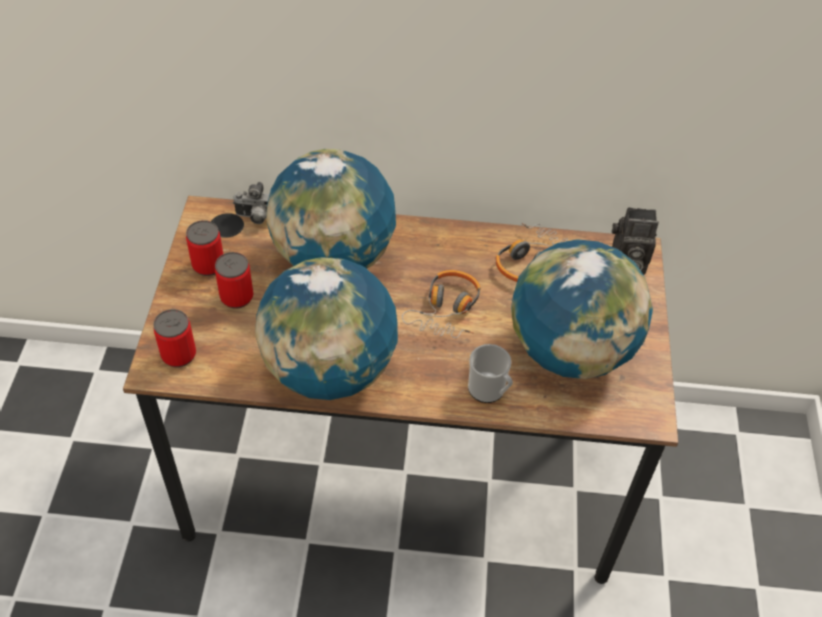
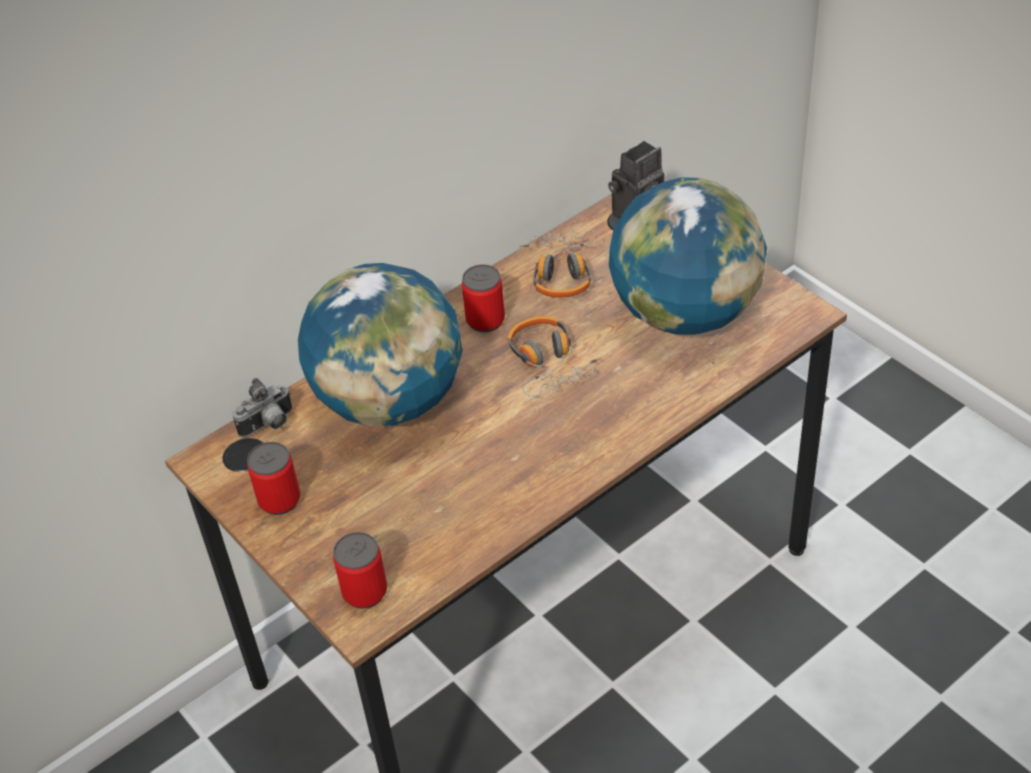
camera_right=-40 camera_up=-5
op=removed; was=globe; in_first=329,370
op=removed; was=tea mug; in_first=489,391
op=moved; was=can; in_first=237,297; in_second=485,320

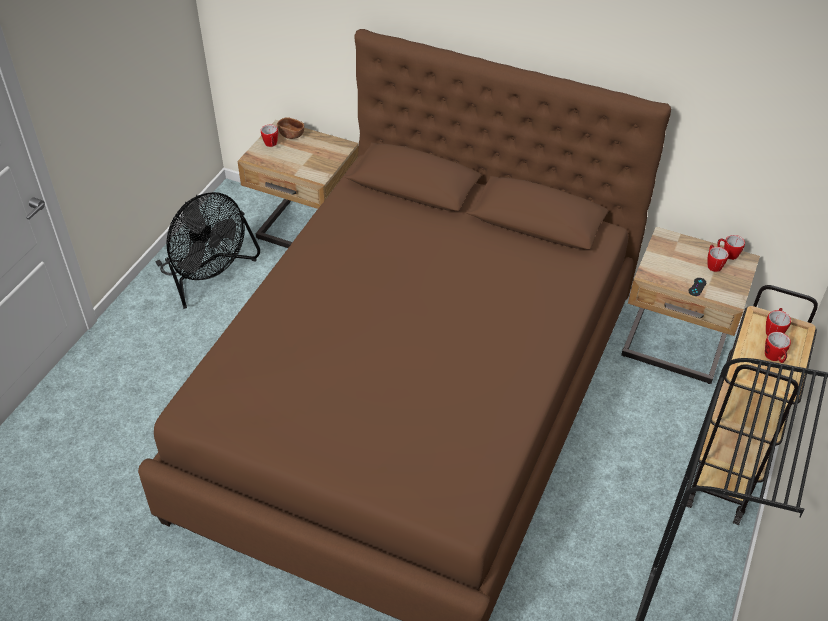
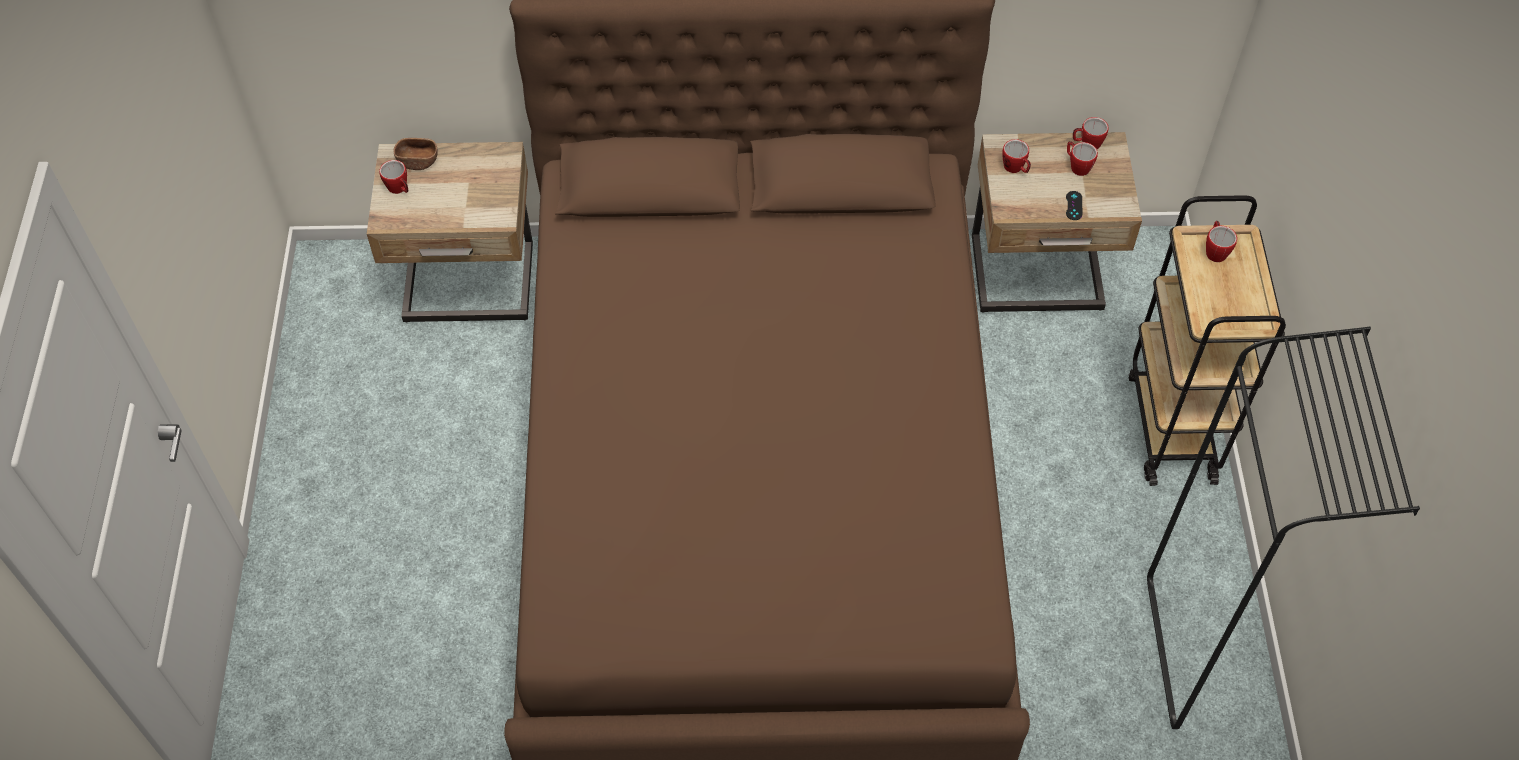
camera_right=-25 camera_up=10
op=removed; was=cooling fan (blackish); in_first=205,276
op=moved; was=tea mug; in_first=774,358; in_second=1016,168

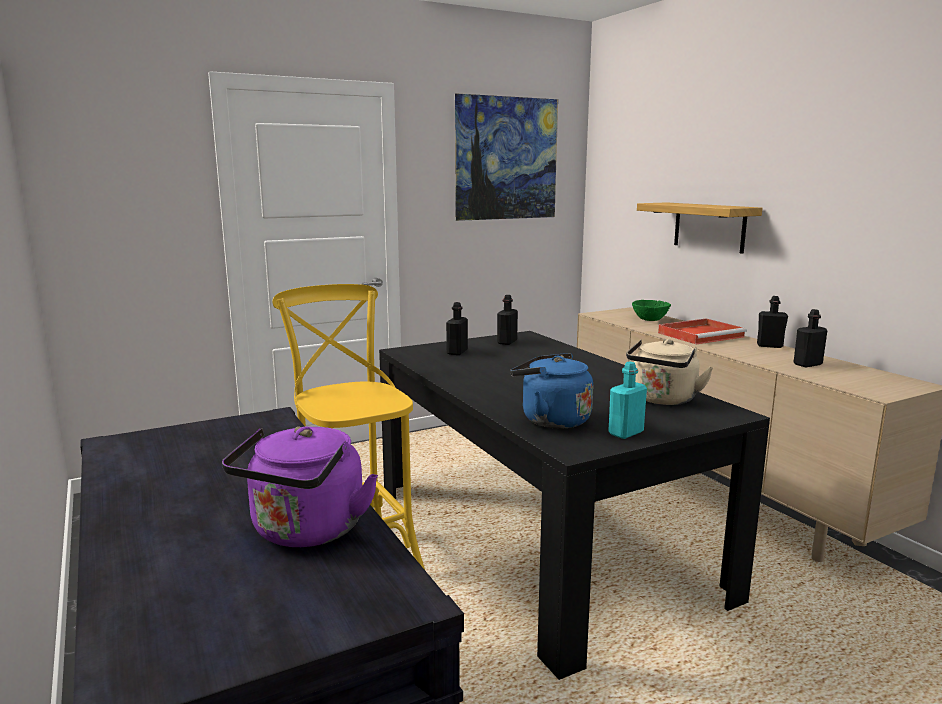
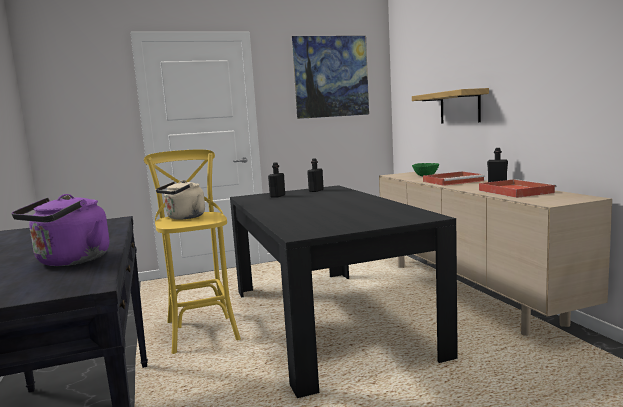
camera_right=10 camera_up=-5
op=removed; was=water kettle (blue); in_first=551,420
op=removed; was=drink bottle (blue-green); in_first=626,433
op=moved; was=water kettle (beige-coloured); in_first=663,400; in_second=184,217
op=replaced; was=drink bottle (blackish); now=carrying tray (red); in_first=807,364; in_second=514,191

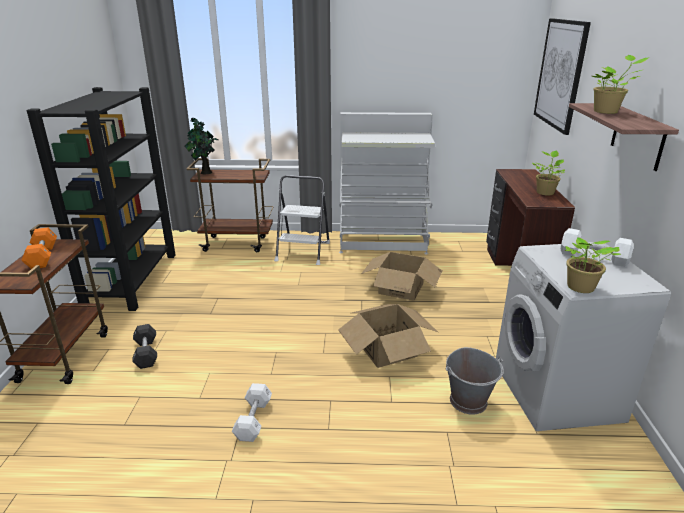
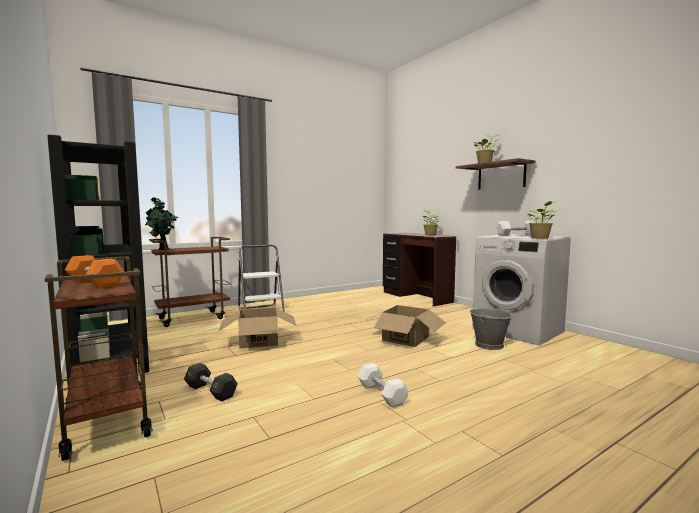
camera_right=-35 camera_up=-20
op=removed; was=shoe shelf (white-coloured); in_first=382,244
op=removed; was=picture; in_first=560,74
op=moved; was=carton; in_first=401,288; in_second=259,341

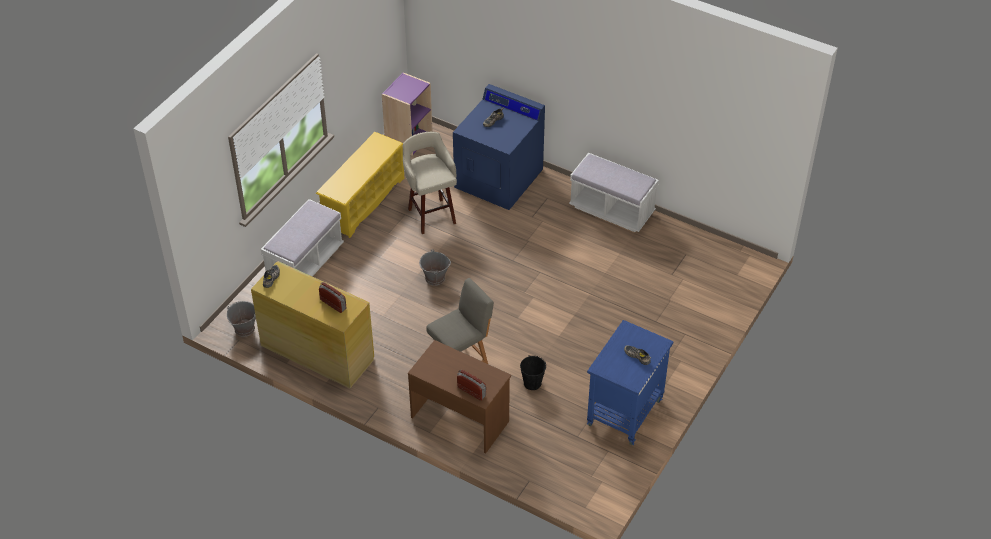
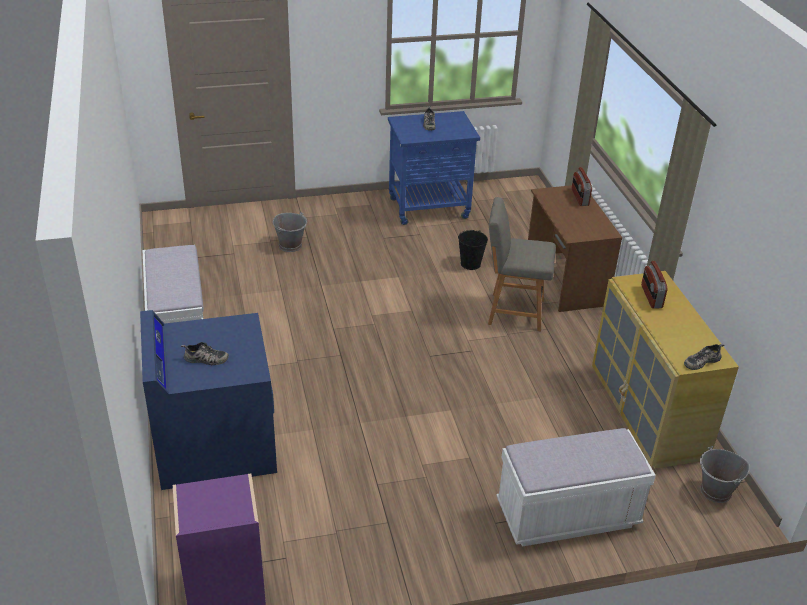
camera_right=-135 camera_up=-10
op=removed; was=shoe shelf (yellowish); in_first=363,201
op=removed; was=stool (beige-coloured); in_first=431,215
op=moved; was=pail (gray); in_first=435,278; in_second=290,245

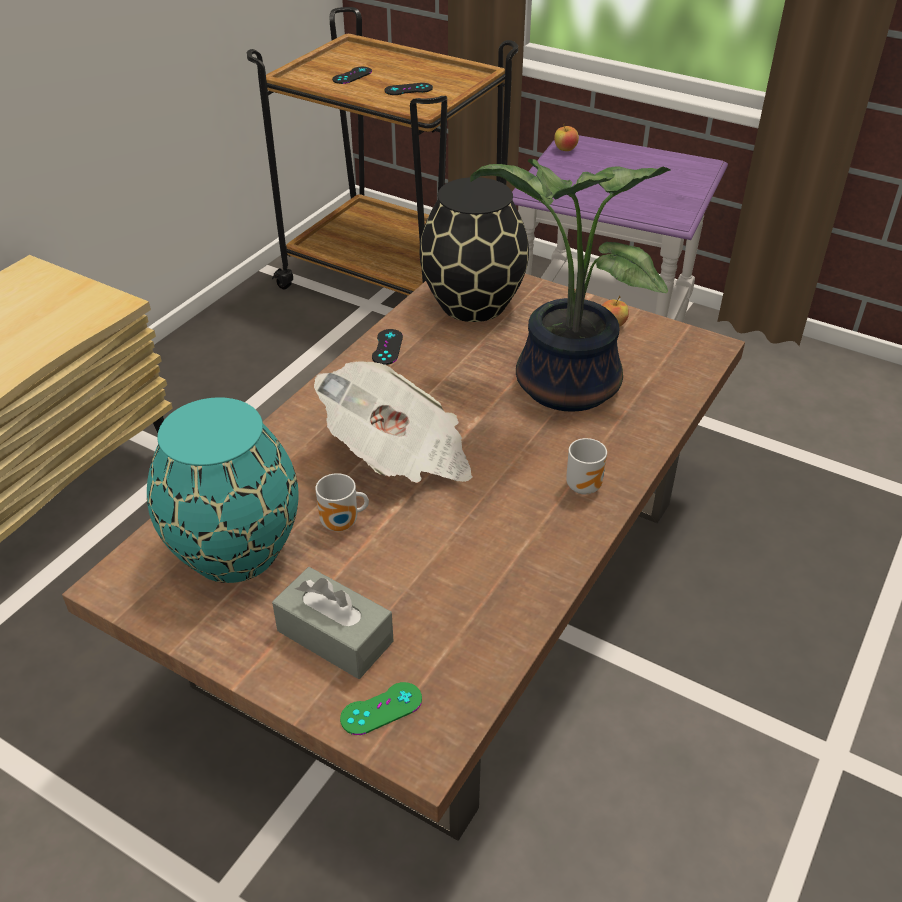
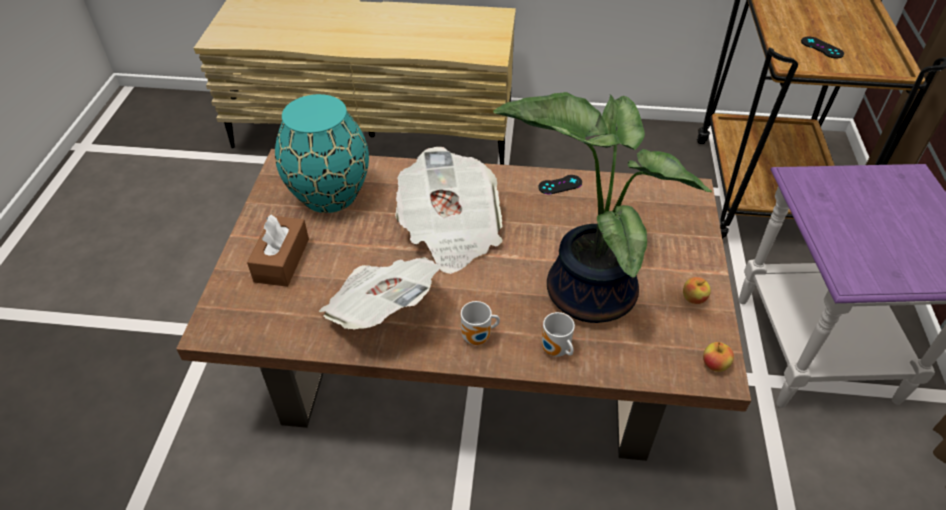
camera_right=65 camera_up=5
op=removed; was=joypad (blackish); in_first=352,76
op=removed; was=joypad (green); in_first=381,709
op=removed; was=vase (blackish); in_first=471,304
op=added; now=newspaper; in_second=381,309
op=moved; was=tea mug; in_first=342,525; in_second=555,351
op=moved; was=apple fruit; in_first=565,149; in_second=714,365
op=recoloured; was=tissue holder (gray); now=tissue holder (brownish); in_first=335,636; in_second=282,260

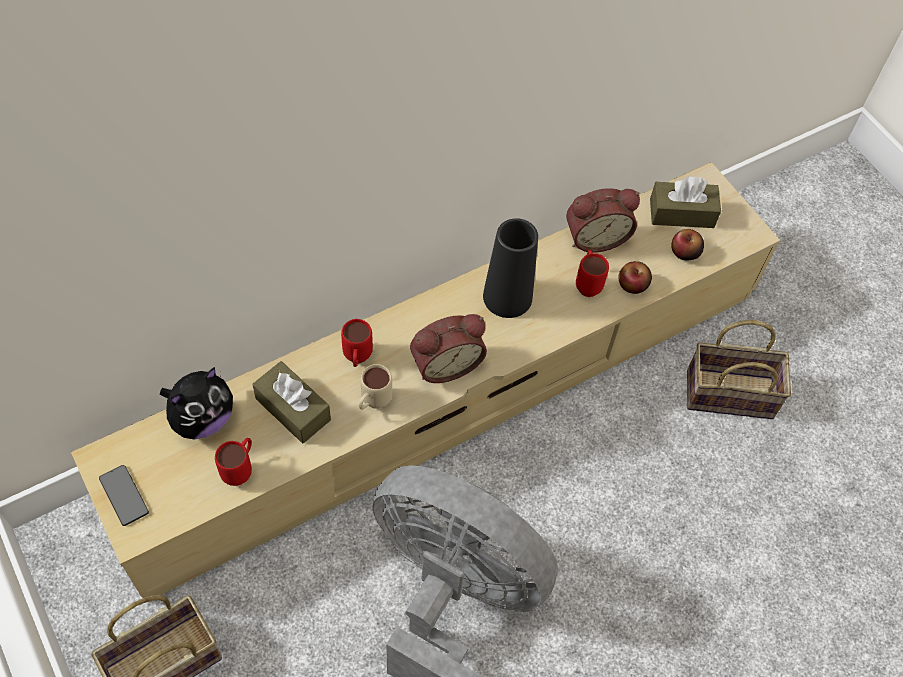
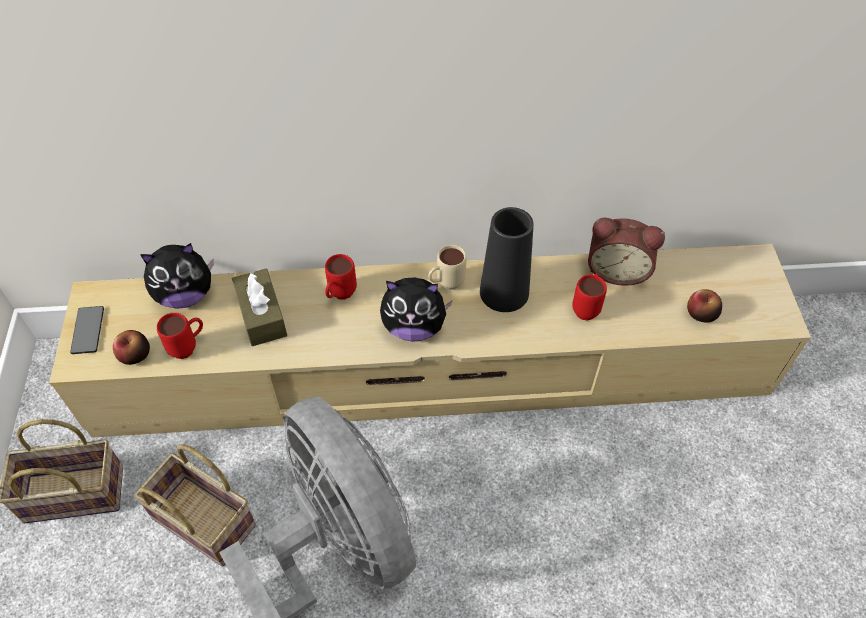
camera_right=30 camera_up=-5
op=removed; was=tissue holder (brownish); in_first=681,213
op=moved; was=tea mug (beige-coloured); in_first=373,404; in_second=445,284
op=moved; was=apple fruit; in_first=632,285; in_second=135,355
op=moved; was=household basket; in_first=732,393; in_second=207,521
op=replaced; was=bedside clock; now=plush toy; in_first=445,363; in_second=414,327

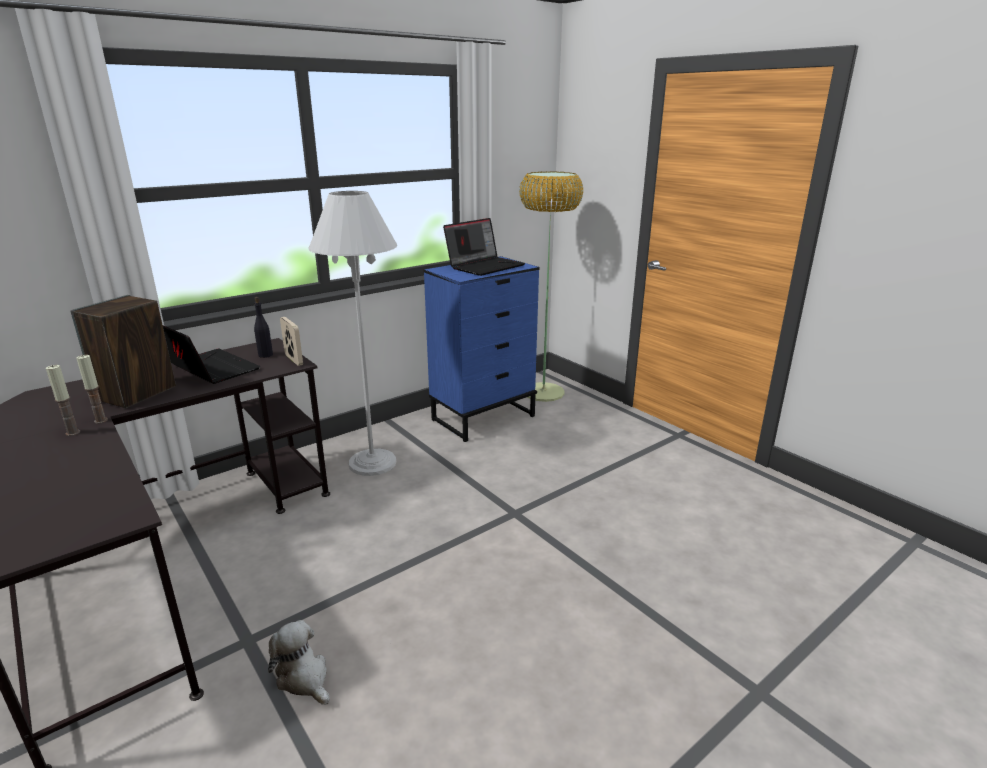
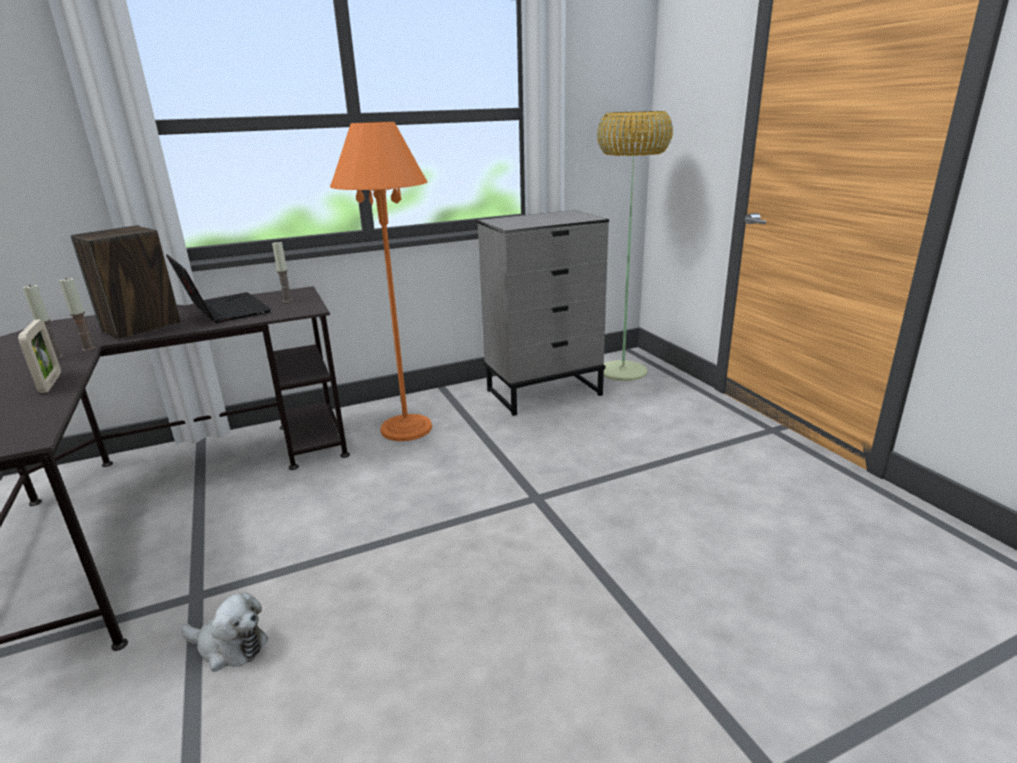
camera_right=15 camera_up=0
op=removed; was=portable computer; in_first=485,266
op=moved; was=standing frame; in_first=294,360; in_second=50,383
op=replaced; was=drink bottle (blackish); now=wax light; in_first=265,355; in_second=287,300
op=recoloured; was=floor lamp (white-coloured); now=floor lamp (orange-coloured); in_first=372,463; in_second=406,428
op=recoloured; was=drawer chest (blue); now=drawer chest (gray); in_first=484,417; in_second=545,392
op=turned; was=plush toy; in_first=303,677; in_second=229,646; clockwise=135

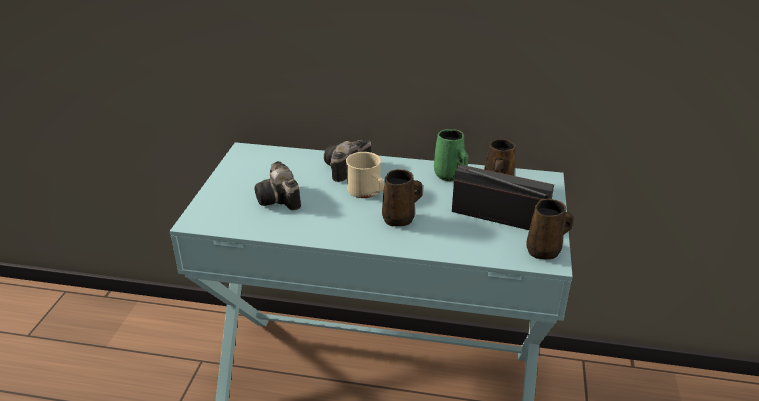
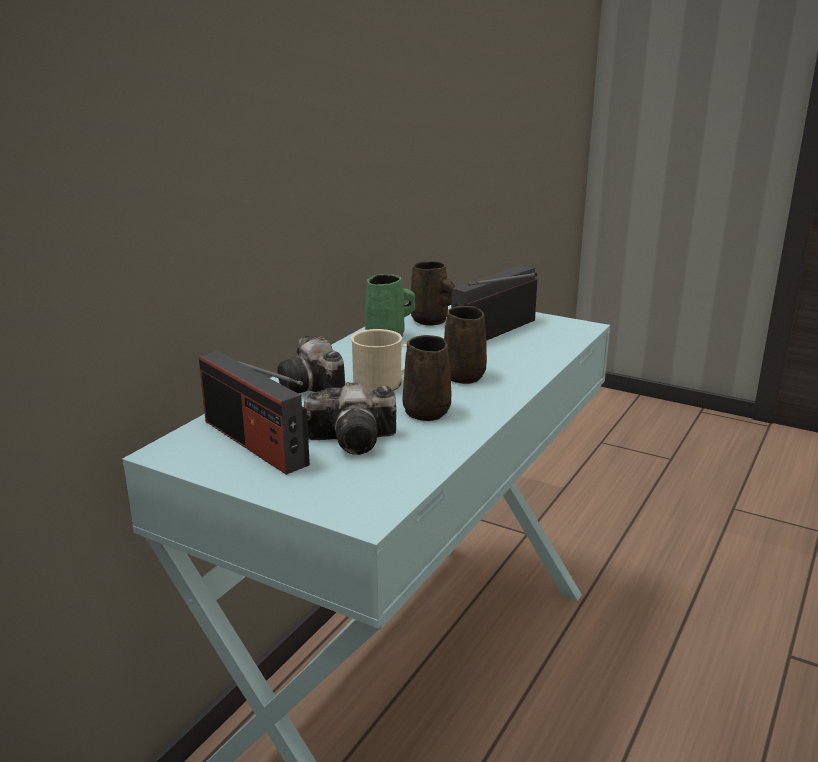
camera_right=-70 camera_up=-10
op=added; now=radio receiver; in_second=255,442
op=moved; was=tea mug (brownish); in_first=545,251; in_second=427,410

